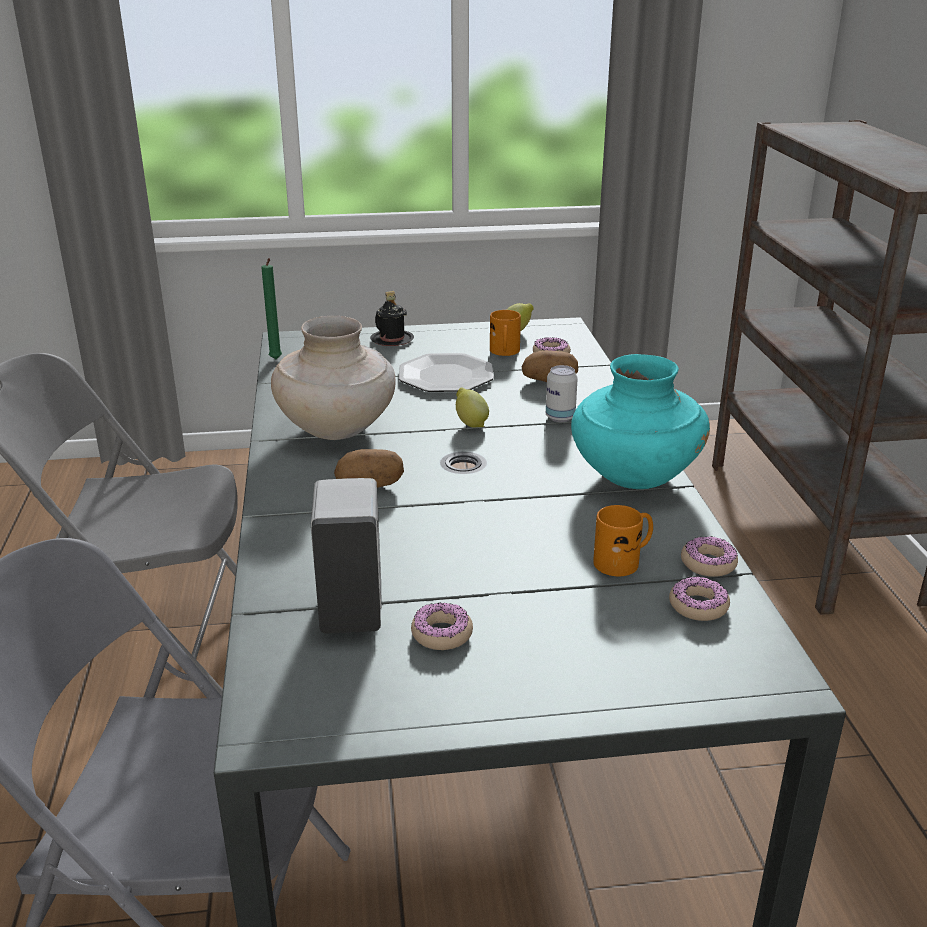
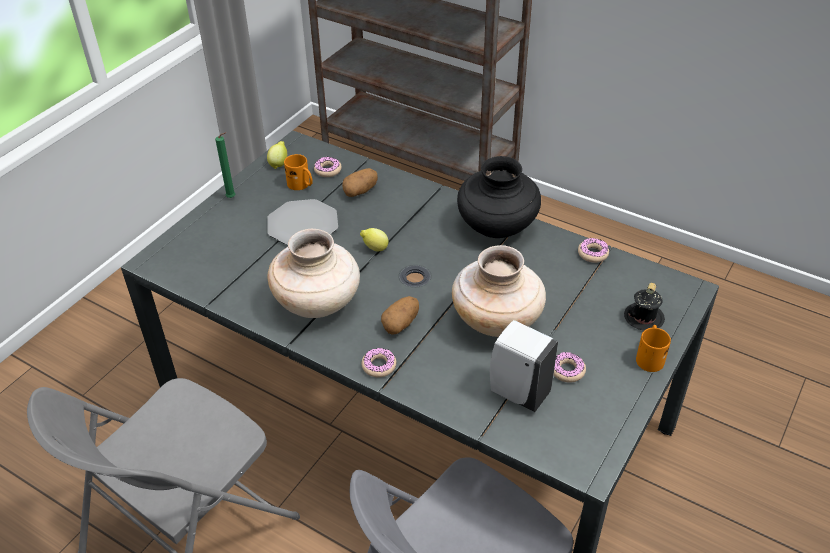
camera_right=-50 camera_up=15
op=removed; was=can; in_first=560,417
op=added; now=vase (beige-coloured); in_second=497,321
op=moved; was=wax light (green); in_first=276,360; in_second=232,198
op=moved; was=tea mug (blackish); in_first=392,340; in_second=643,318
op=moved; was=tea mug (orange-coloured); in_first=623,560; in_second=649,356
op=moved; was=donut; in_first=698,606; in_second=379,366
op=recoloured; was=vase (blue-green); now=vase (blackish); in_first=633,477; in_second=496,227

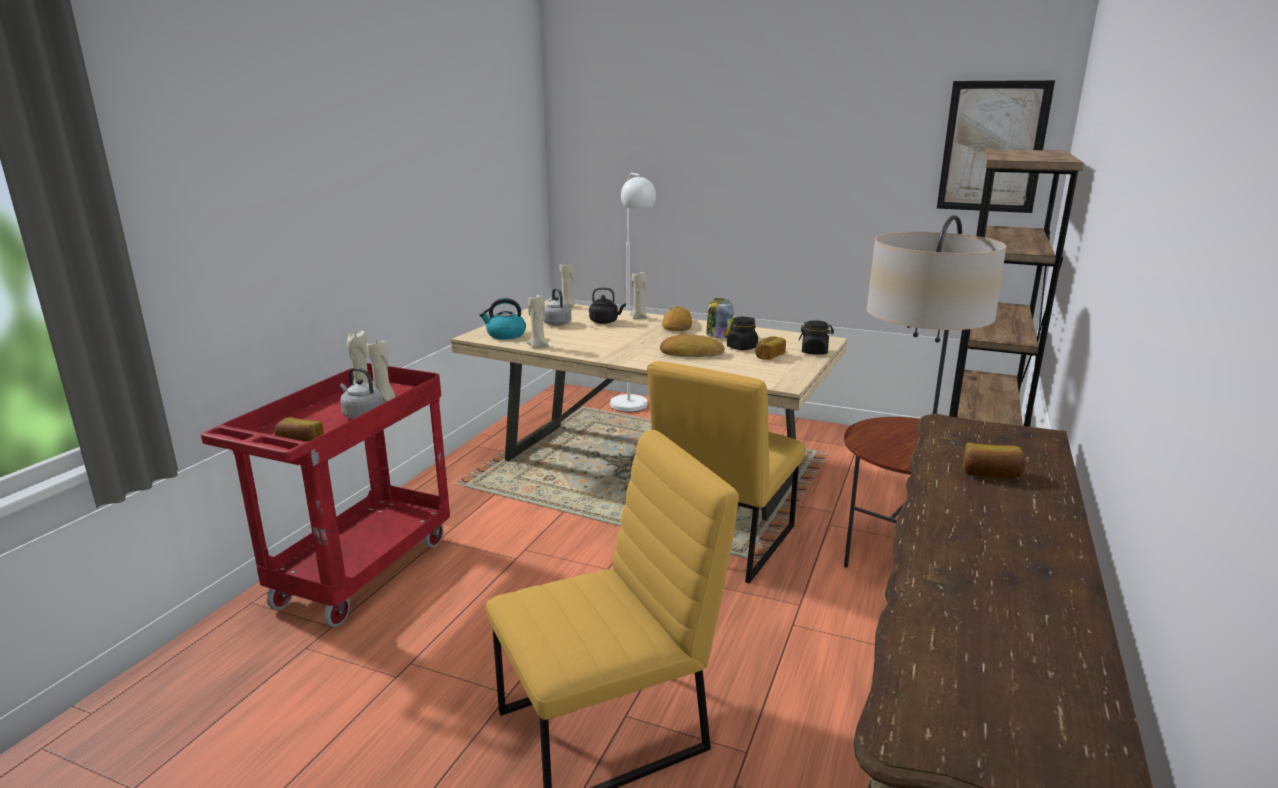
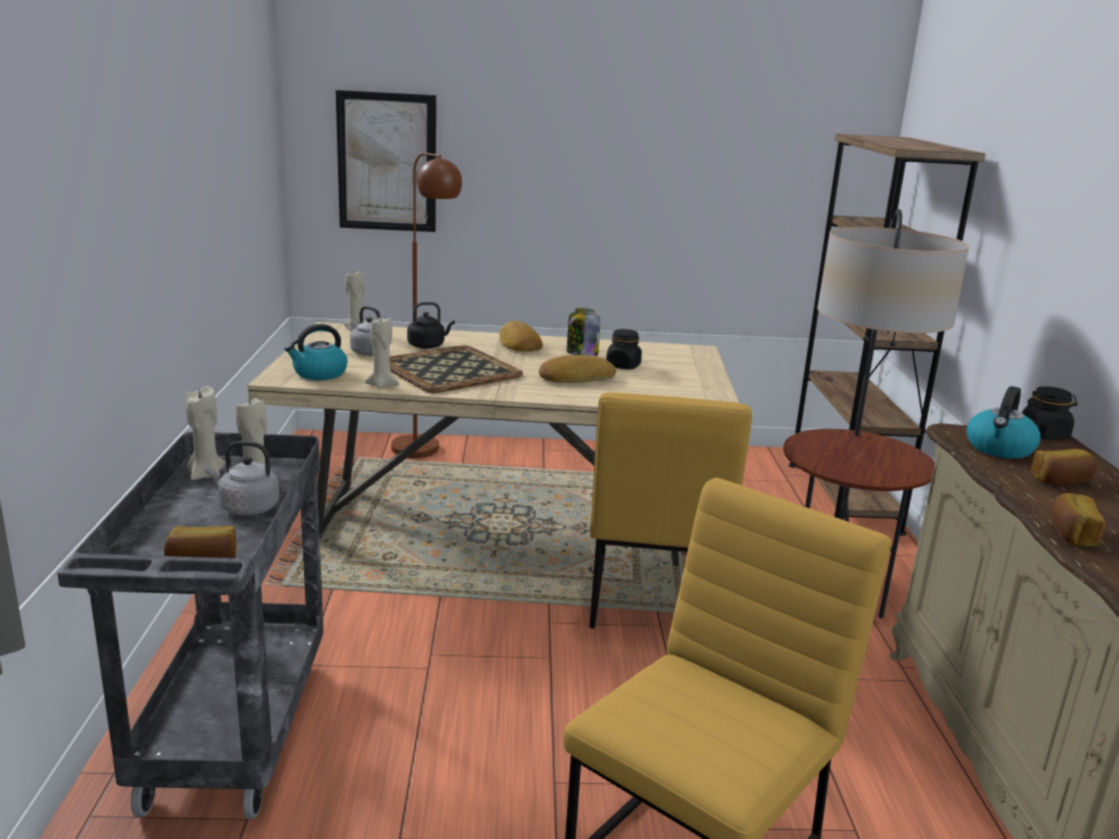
camera_right=-25 camera_up=0
op=removed; was=wax light (beige-coloured); in_first=639,317
op=added; now=carrying tray; in_second=451,370
op=added; now=water kettle; in_second=999,449
op=moved; was=bread; in_first=769,356; in_second=1070,534
op=moved; was=storage jar (blackish); in_first=814,352; in_second=1043,434
op=moved; was=picture; in_first=993,147; in_second=387,162
op=recoloured; was=cart (red); now=cart (gray); in_first=358,578; in_second=231,742
op=recoloured; was=floor lamp (white-coloured); now=floor lamp (brownish); in_first=632,409; in_second=424,453

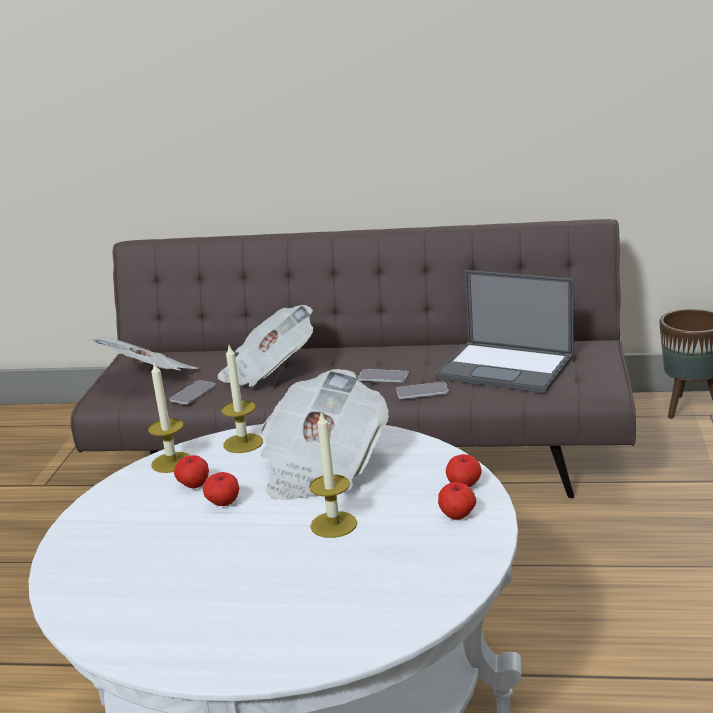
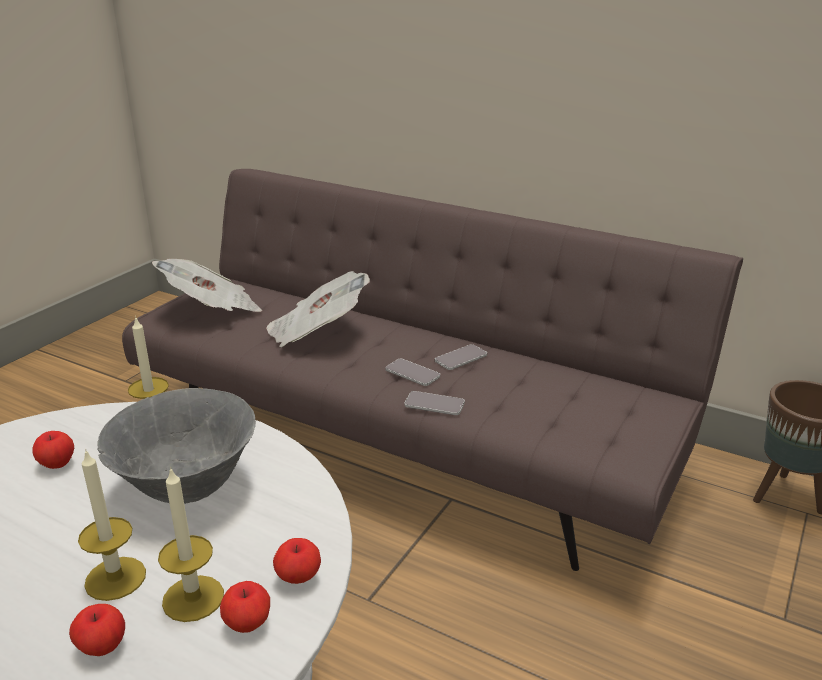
camera_right=20 camera_up=5
op=removed; was=portable computer; in_first=507,368
op=moved; was=wax light; in_first=172,462; in_second=193,598
op=moved; was=telephone; in_first=193,393; in_second=461,358
op=moved; was=apple fruit; in_first=223,503; in_second=102,647
op=replaced; was=newspaper; now=serving bowl (gray); in_first=322,468; in_second=187,488

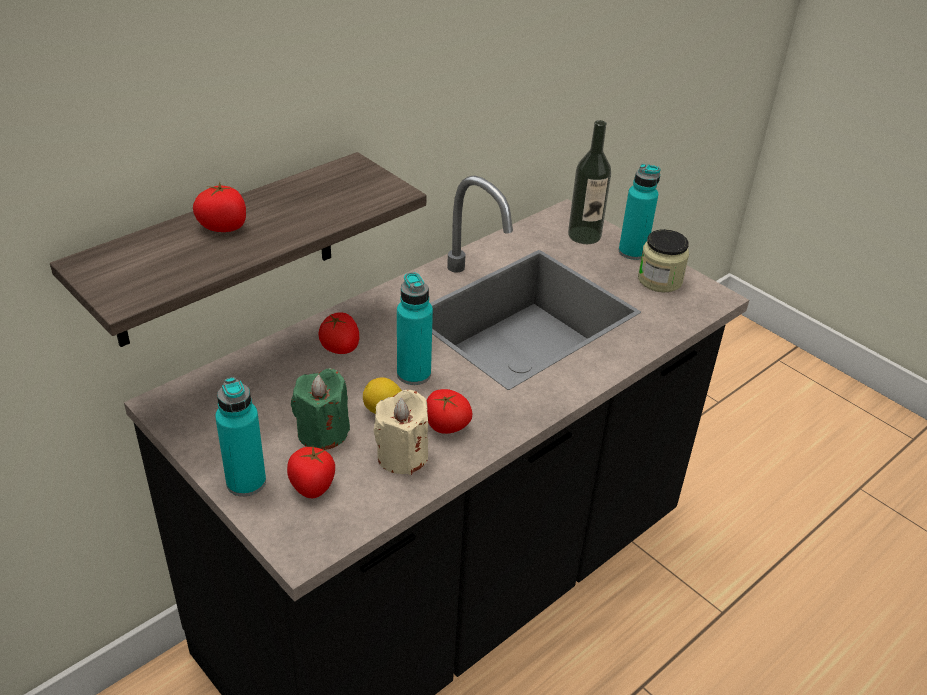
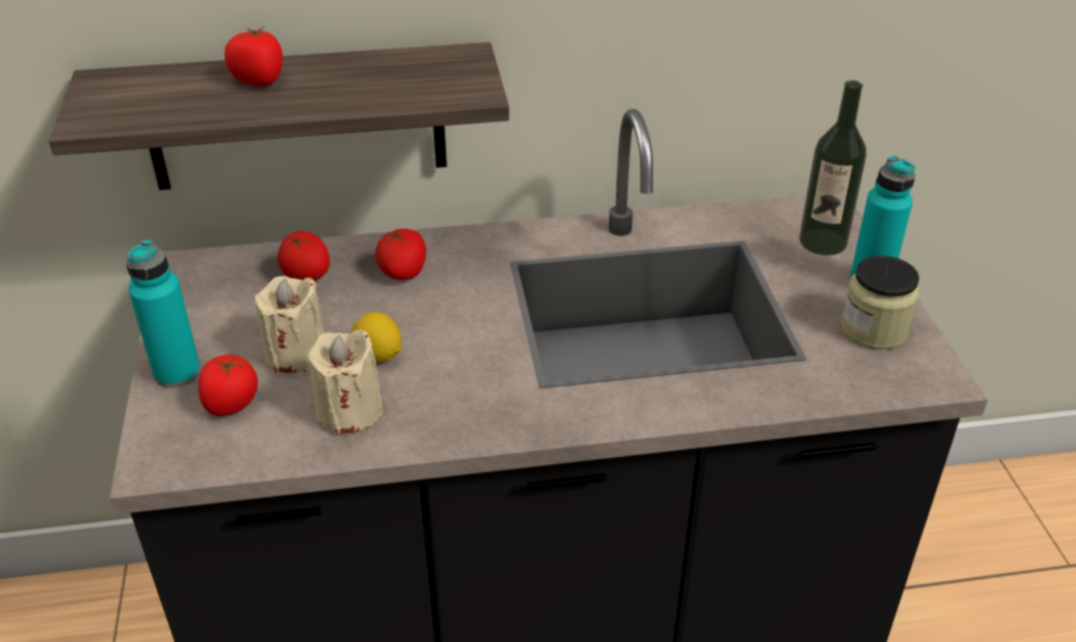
camera_right=35 camera_up=0
op=removed; was=drink bottle (blue-green); in_first=413,374
op=moved; was=tomato; in_first=446,426; in_second=306,275
op=recoloured; was=wax light (green); now=wax light (beige-coloured); in_first=323,433; in_second=296,353

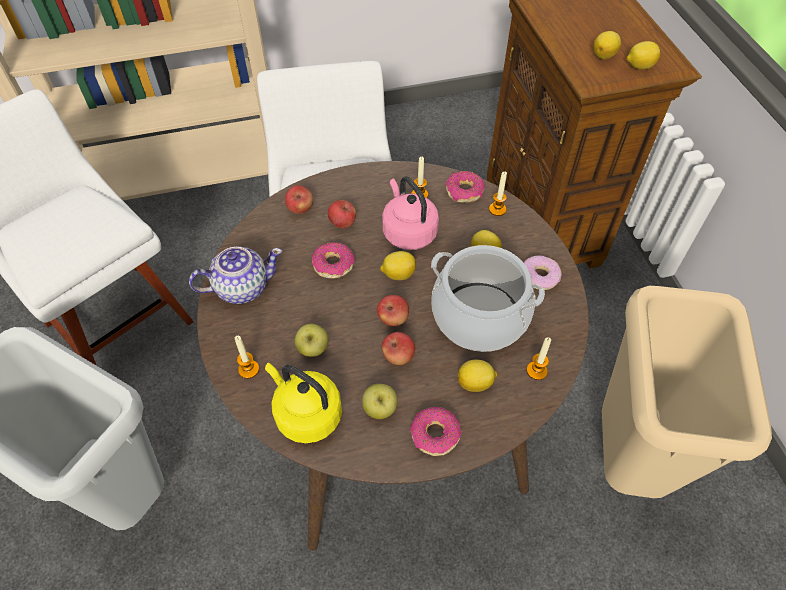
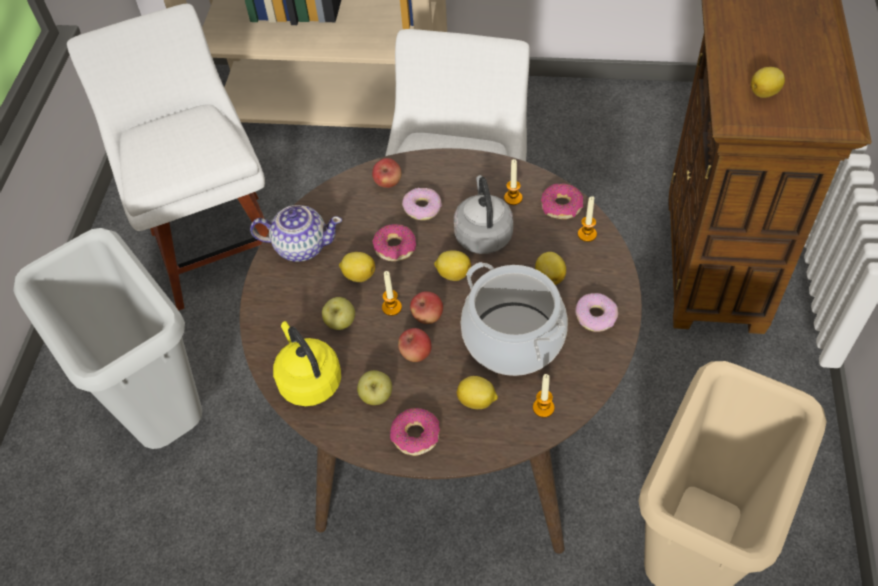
camera_right=25 camera_up=0
op=moved; was=wax light; in_first=248,369; in_second=391,307
op=moved; was=citrus fruit; in_first=639,66; in_second=358,275
op=replaced; was=apple fruit; now=donut; in_first=342,223; in_second=422,208
op=recoloured; was=water kettle (pinkish); now=water kettle (gray); in_first=408,232; in_second=483,233

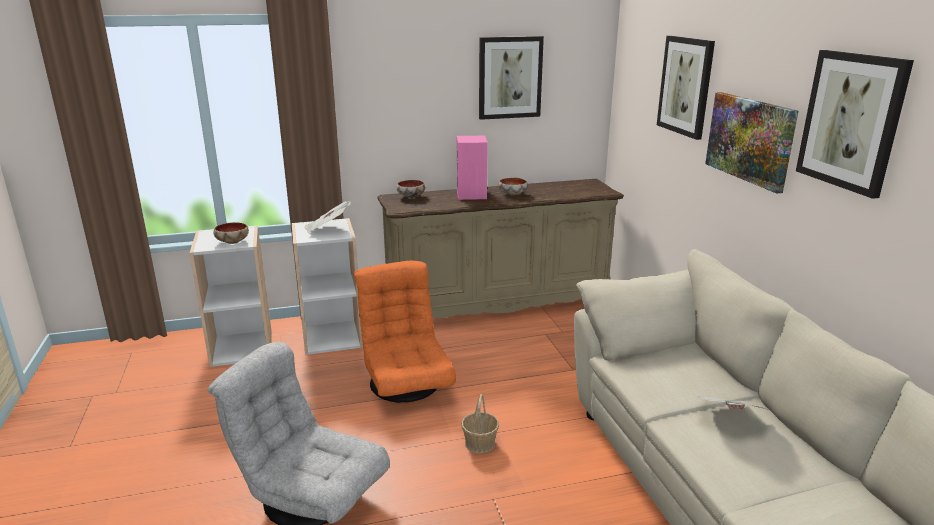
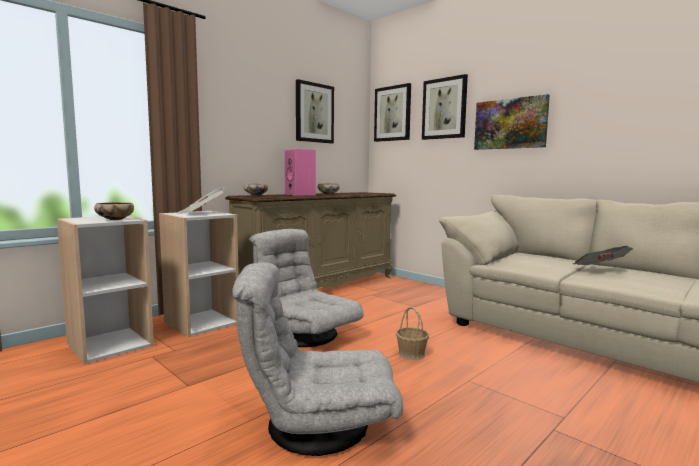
camera_right=-30 camera_up=-15
op=moved; was=picture; in_first=851,121; in_second=392,113
op=recoloured; was=lounge chair (orange-coloured); now=lounge chair (gray); in_first=407,384; in_second=307,335

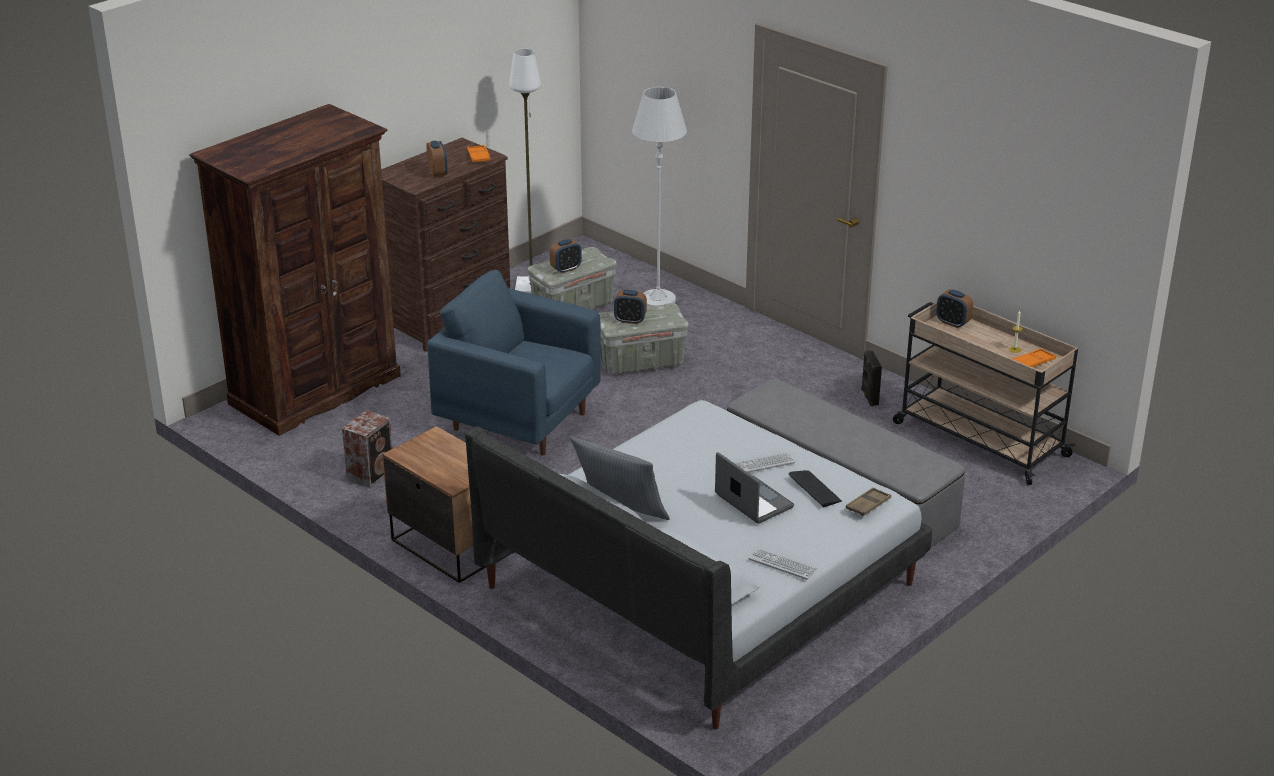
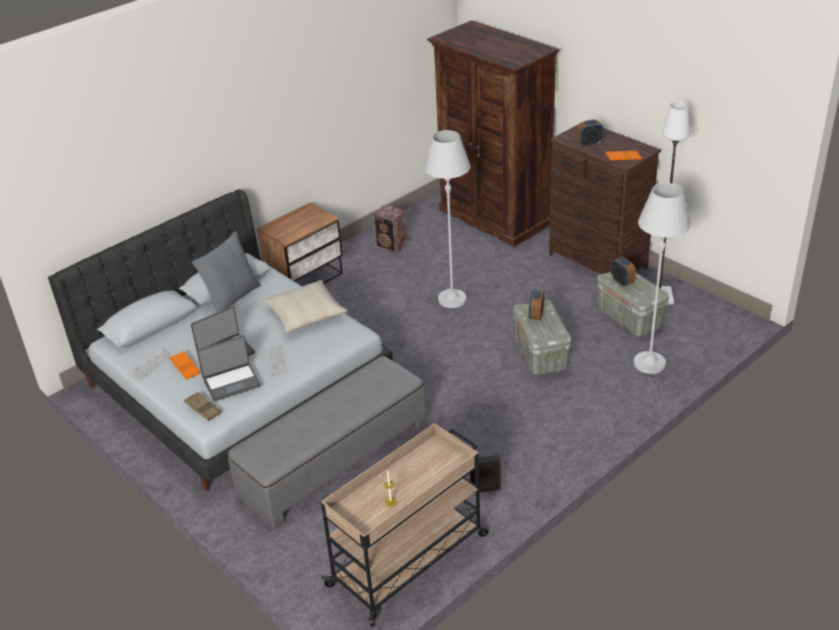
camera_right=95 camera_up=5
op=removed; was=bedside clock; in_first=953,323
op=added; now=pillow (beige-coloured); in_second=305,313
op=moved; was=carrying tray (orange-coloured); in_first=1033,362; in_second=185,367
op=replaced; was=lounge chair (blue); now=floor lamp (white-coloured); in_first=519,421; in_second=452,299
op=replaced; was=computer keyboard; now=portable computer; in_first=815,489; in_second=231,382

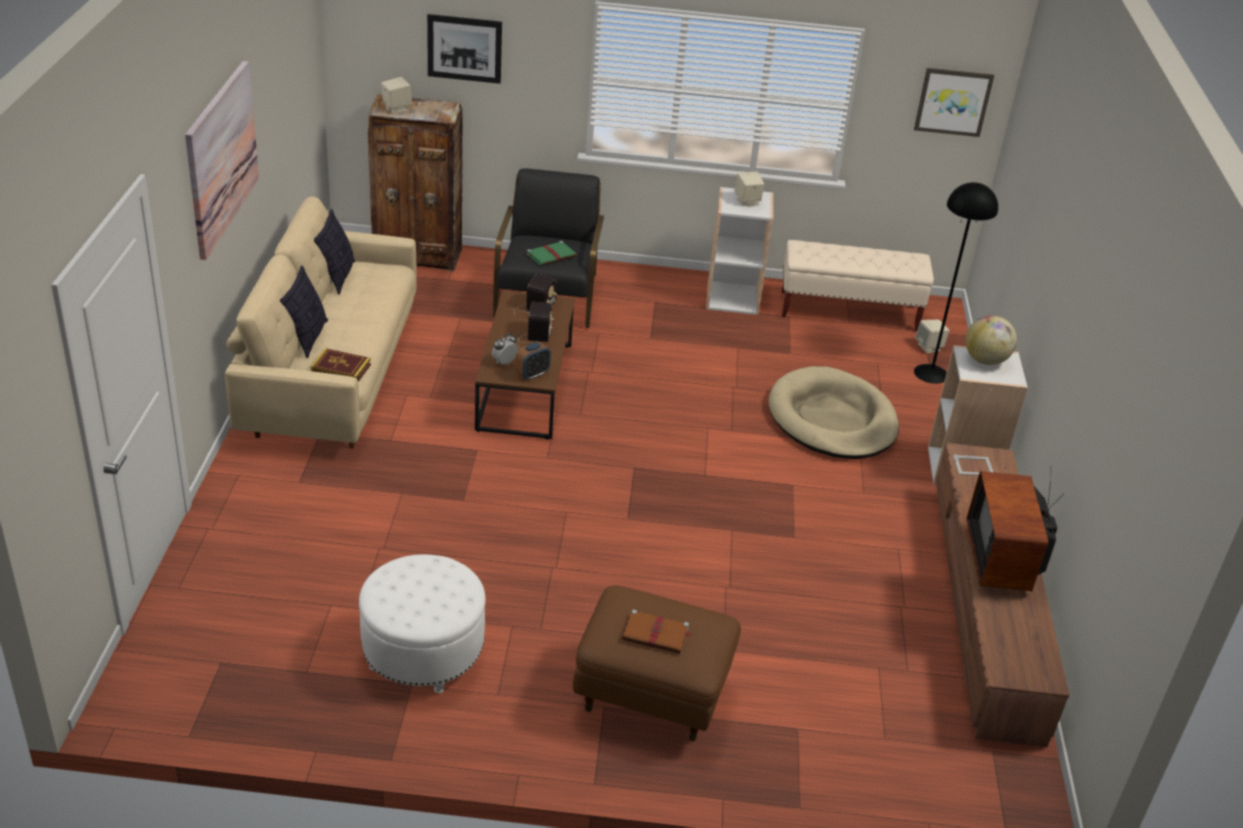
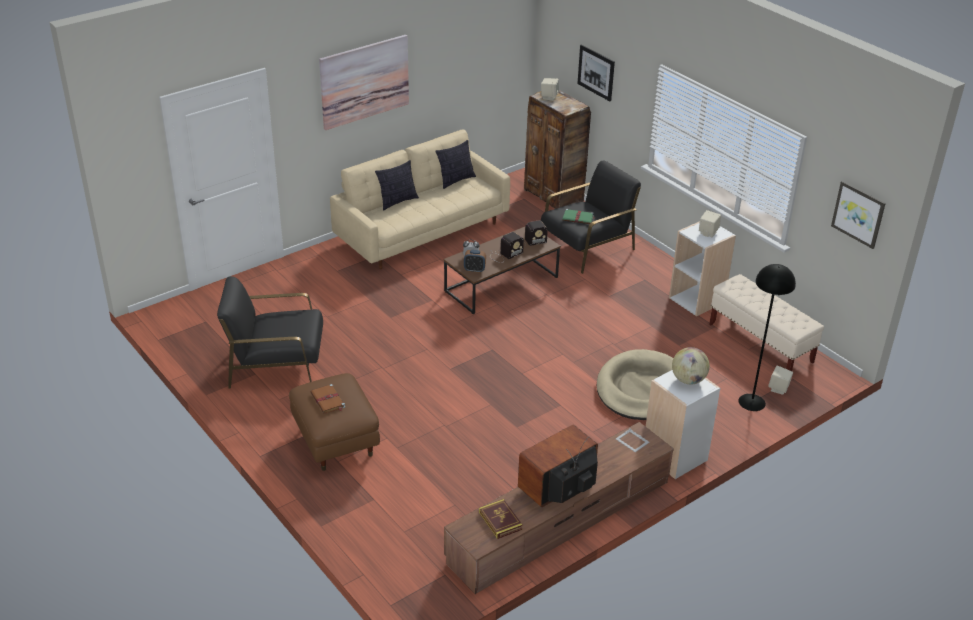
camera_right=50 camera_up=0
op=moved; was=book; in_first=341,369; in_second=500,521
op=replaced; was=ottoman (white-coloured); now=lounge chair (blackish); in_first=423,653; in_second=277,366

